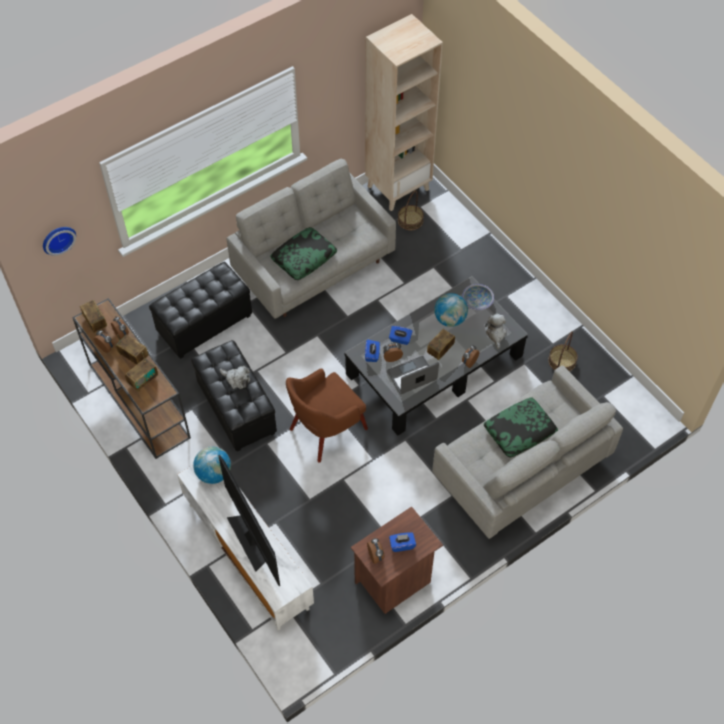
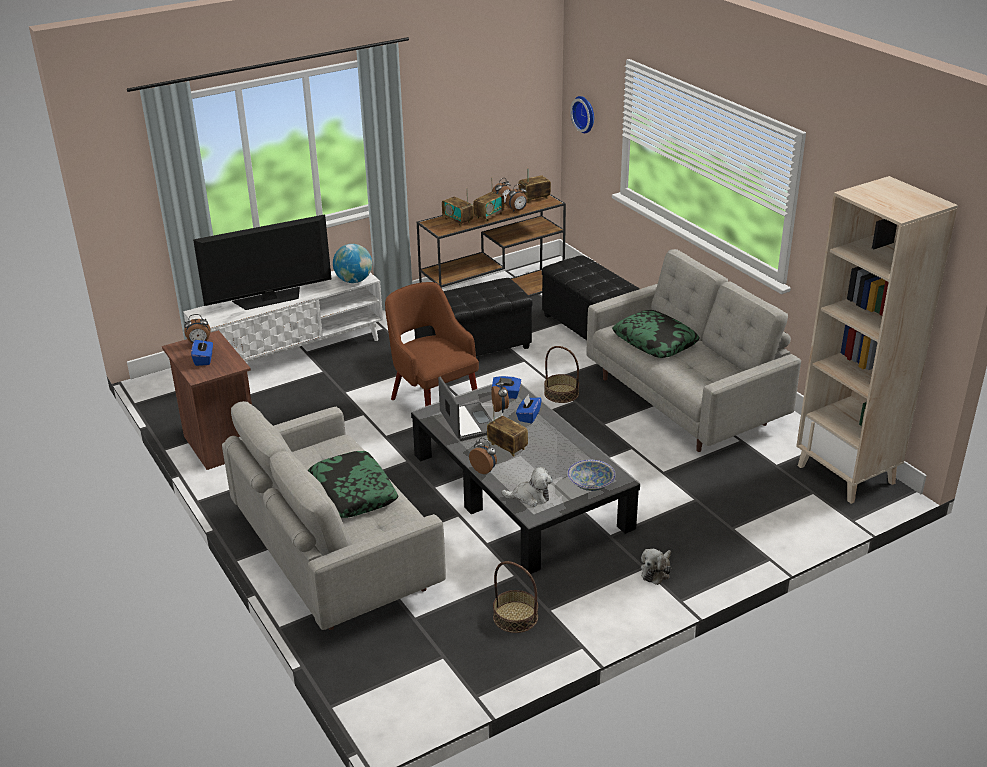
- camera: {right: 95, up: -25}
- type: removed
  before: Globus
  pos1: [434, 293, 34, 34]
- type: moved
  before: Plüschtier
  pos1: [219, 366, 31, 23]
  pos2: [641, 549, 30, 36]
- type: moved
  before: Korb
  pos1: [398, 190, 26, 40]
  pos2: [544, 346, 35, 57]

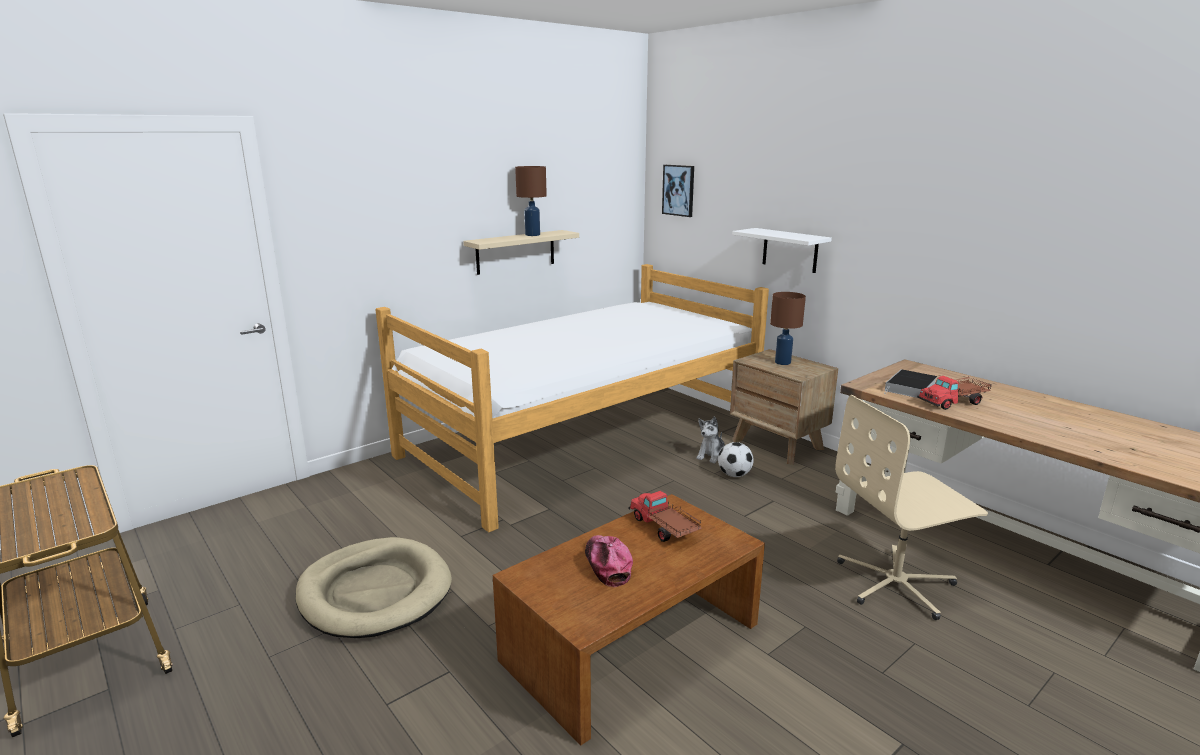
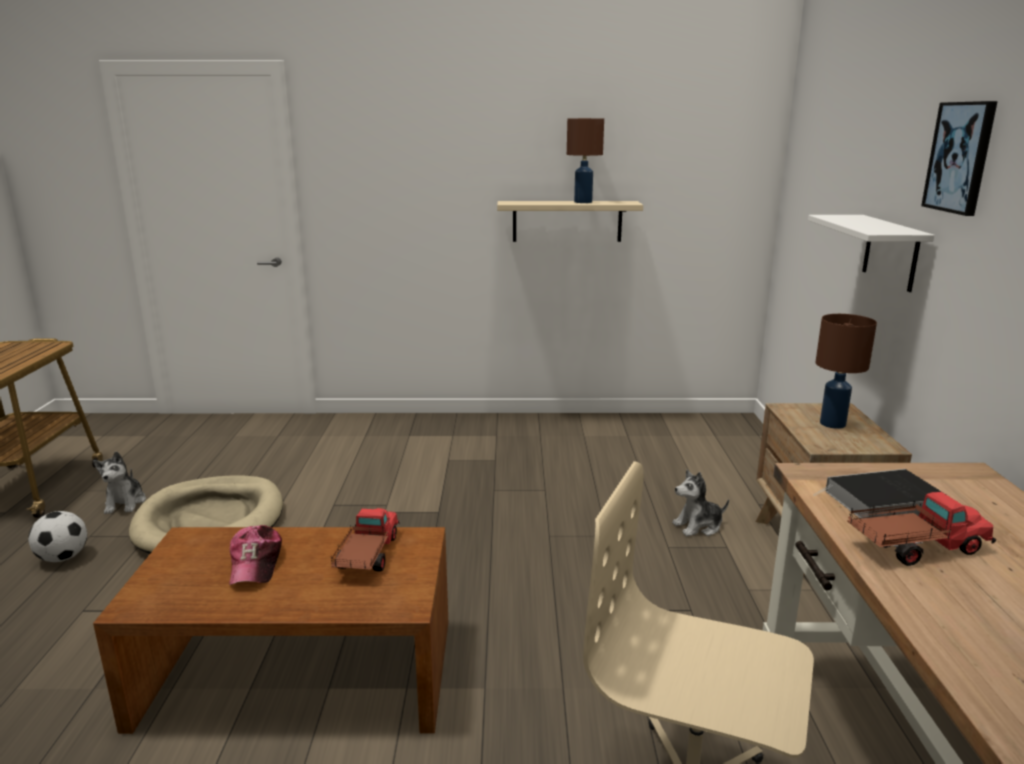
- camera: {right: 40, up: 0}
- type: removed
  before: Bett
  pos1: [375, 264, 394, 269]
- type: added
  after: Plüschtier
  pos2: [93, 451, 53, 63]
- type: moved
  before: Bild
  pos1: [662, 165, 32, 52]
  pos2: [921, 101, 77, 115]
- type: moved
  before: Fußball
  pos1: [718, 442, 36, 35]
  pos2: [28, 511, 59, 51]
- type: turned
  before: Kappe
  pos1: [585, 535, 48, 52]
  pos2: [229, 525, 53, 60]
  turn: 150
- type: turned
  before: Spielzeuglaster
  pos1: [917, 376, 74, 34]
  pos2: [847, 492, 150, 74]
  turn: 150

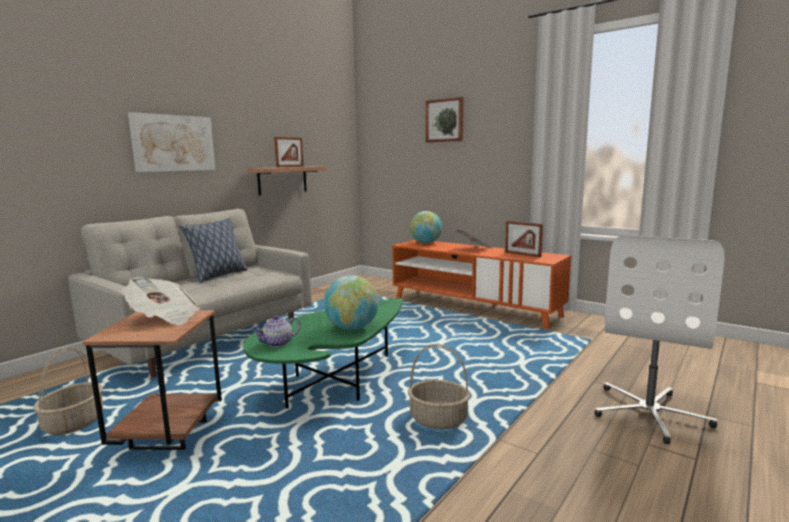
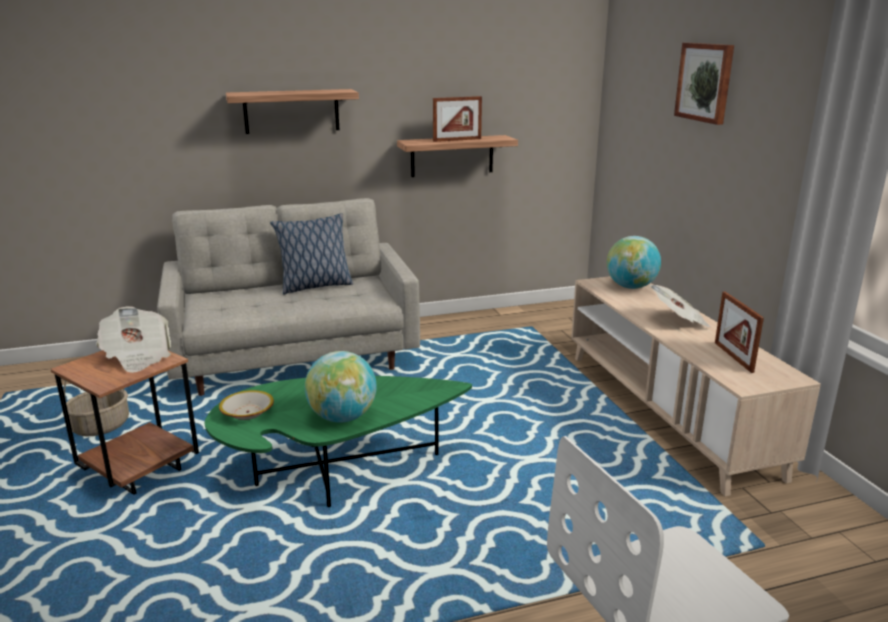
- camera: {right: 35, up: 10}
- type: removed
  before: Korb
  pos1: [408, 344, 62, 86]
- type: replaced
  before: Bild
  after: Wandregal
  pos1: [128, 112, 87, 60]
  pos2: [226, 89, 133, 45]
- type: replaced
  before: Teekanne
  after: Schüssel
  pos1: [252, 315, 49, 32]
  pos2: [219, 390, 55, 30]
- type: recoloured
  before: Fernsehschrank (orange)
  after: Fernsehschrank (beige)
  pos1: [392, 240, 179, 89]
  pos2: [571, 276, 250, 220]

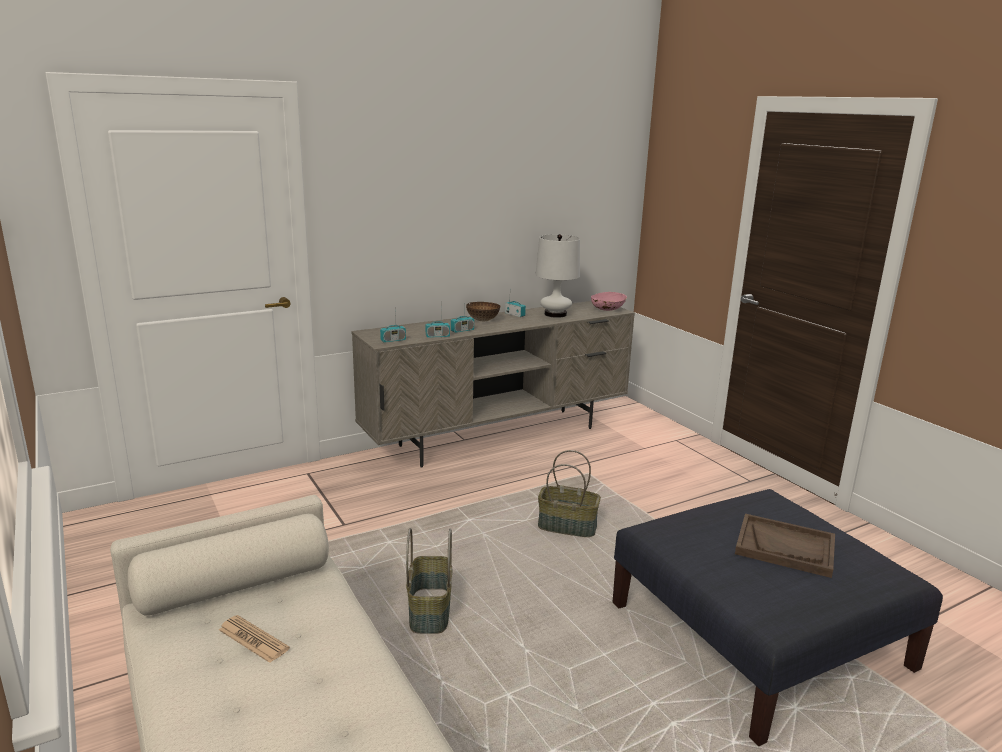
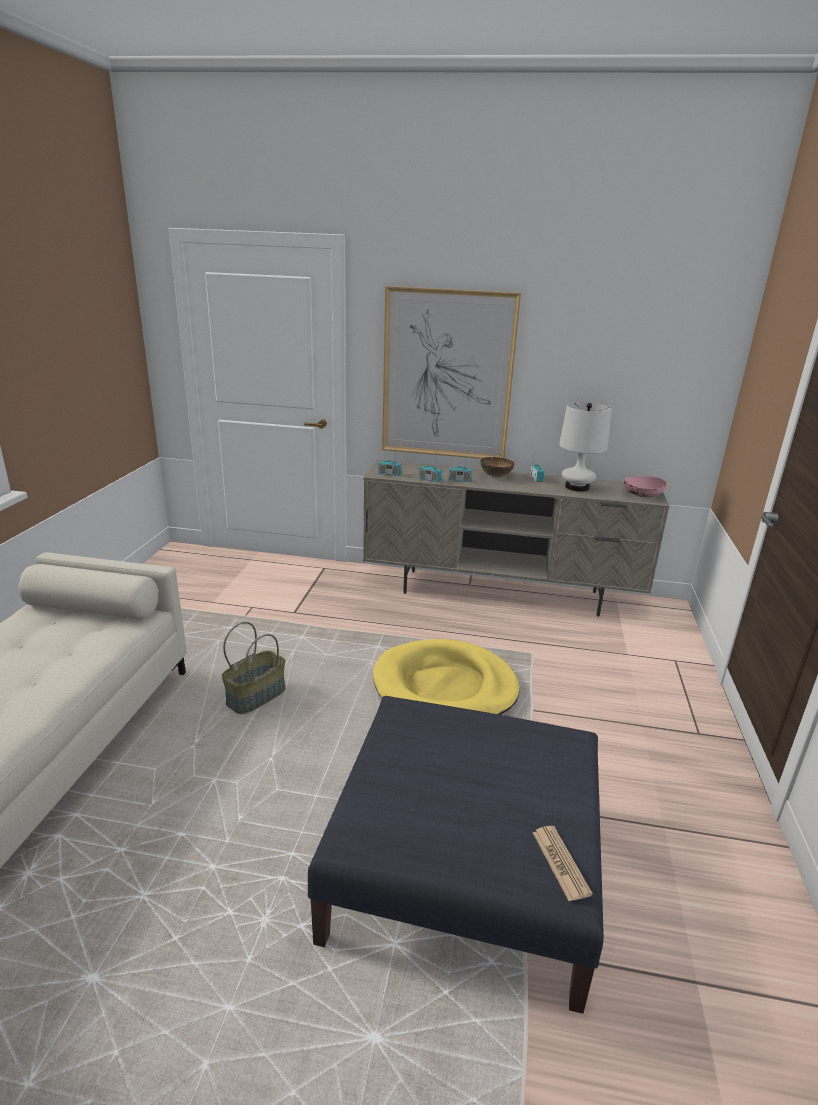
- camera: {right: 40, up: 5}
- type: removed
  before: Tablett (braun)
  pos1: [735, 514, 100, 64]
- type: added
  after: Bild
  pos2: [382, 286, 139, 173]
- type: moved
  before: Zeitung
  pos1: [219, 615, 71, 48]
  pos2: [533, 826, 60, 75]
- type: replaced
  before: Korb
  after: Hundebett (gelb)
  pos1: [538, 450, 63, 87]
  pos2: [373, 639, 147, 76]

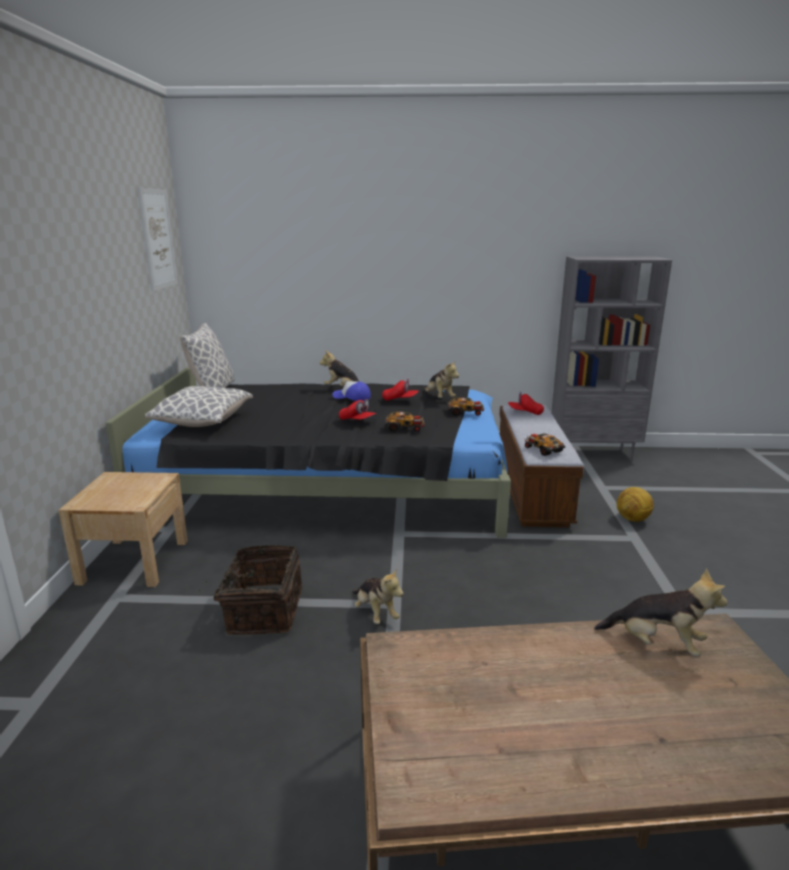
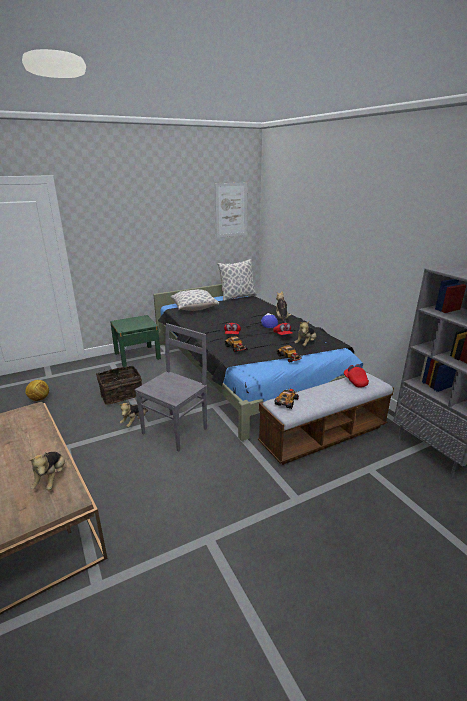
- camera: {right: 60, up: 5}
- type: added
  after: Stuhl (grau)
  pos2: [135, 323, 72, 129]
- type: moved
  before: Fußball
  pos1: [617, 487, 37, 35]
  pos2: [25, 380, 24, 21]
- type: recoloured
  before: Nachttisch (beige)
  after: Nachttisch (grün)
  pos1: [58, 472, 130, 115]
  pos2: [110, 315, 51, 52]

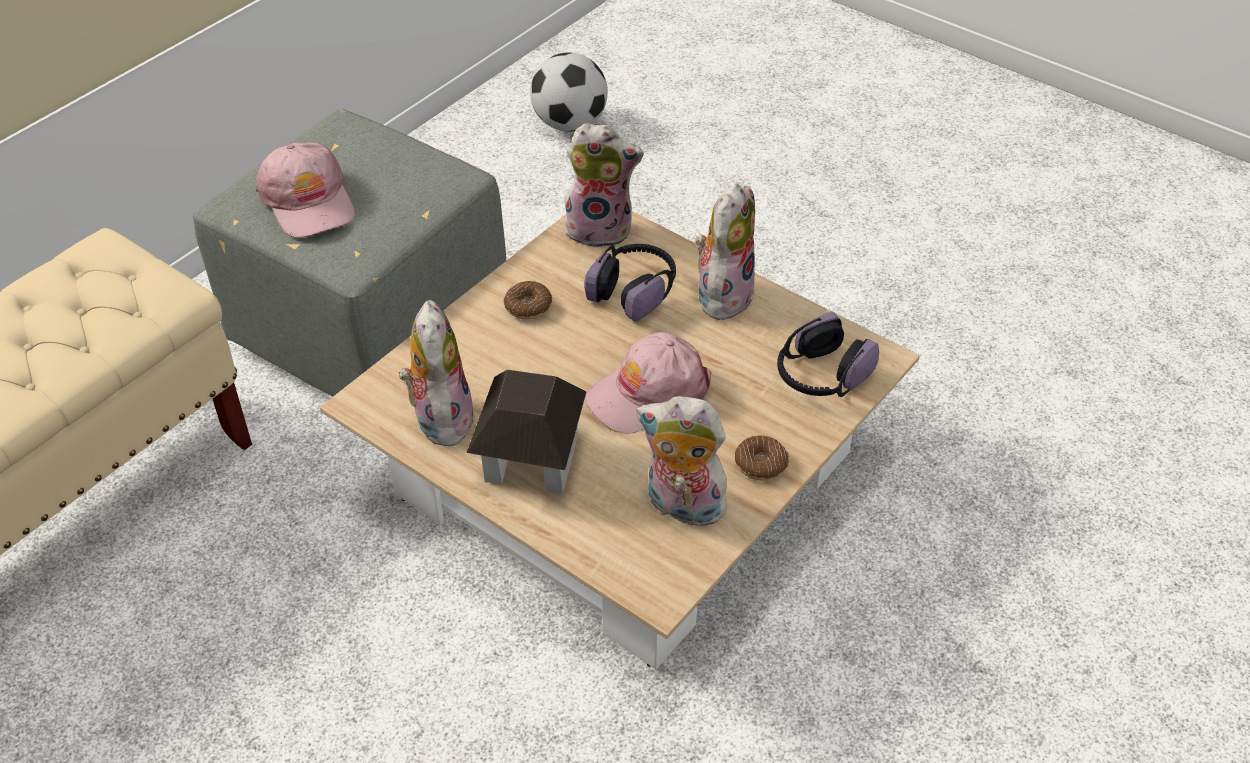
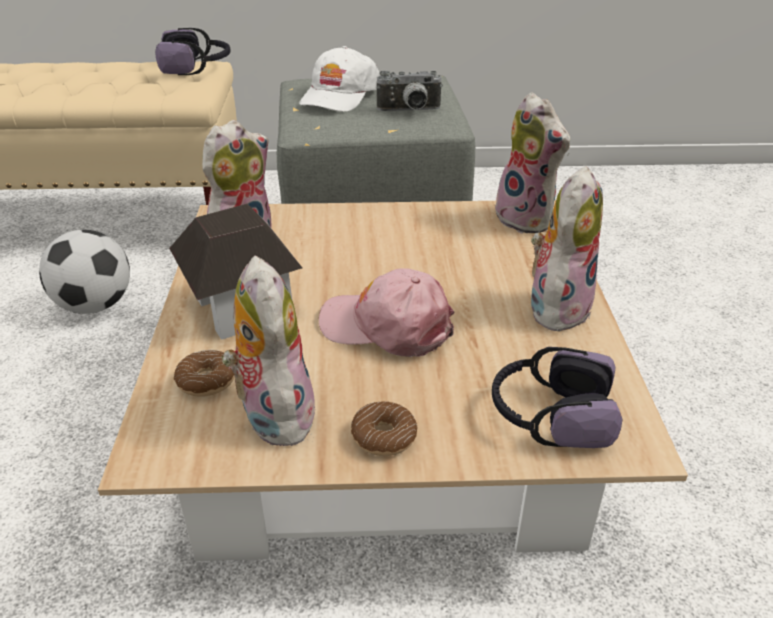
- camera: {right: 50, up: -10}
- type: added
  after: Kamera
  pos2: [376, 71, 67, 40]
- type: moved
  before: Donut
  pos1: [504, 281, 48, 38]
  pos2: [174, 350, 61, 47]
- type: moved
  before: Fußball
  pos1: [530, 53, 78, 79]
  pos2: [39, 230, 91, 84]
- type: moved
  before: Kopfhörer
  pos1: [584, 244, 92, 78]
  pos2: [155, 28, 75, 47]
- type: recoloured
  before: Kappe (rosa)
  after: Kappe (weiß)
  pos1: [256, 142, 99, 96]
  pos2: [299, 46, 81, 66]
- type: turned
  before: Plüschtier
  pos1: [695, 184, 60, 140]
  pos2: [531, 166, 72, 169]
  turn: -45

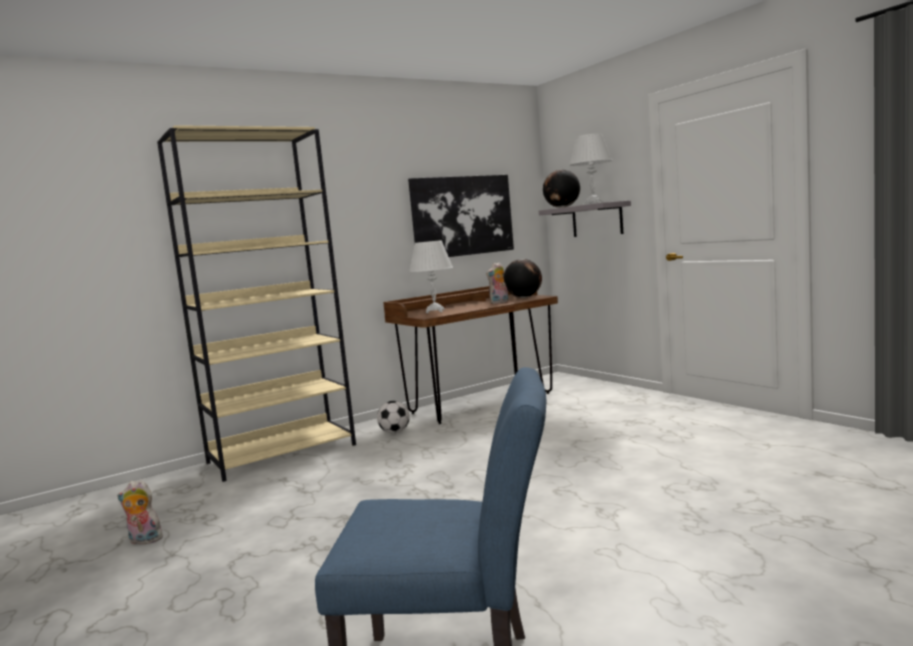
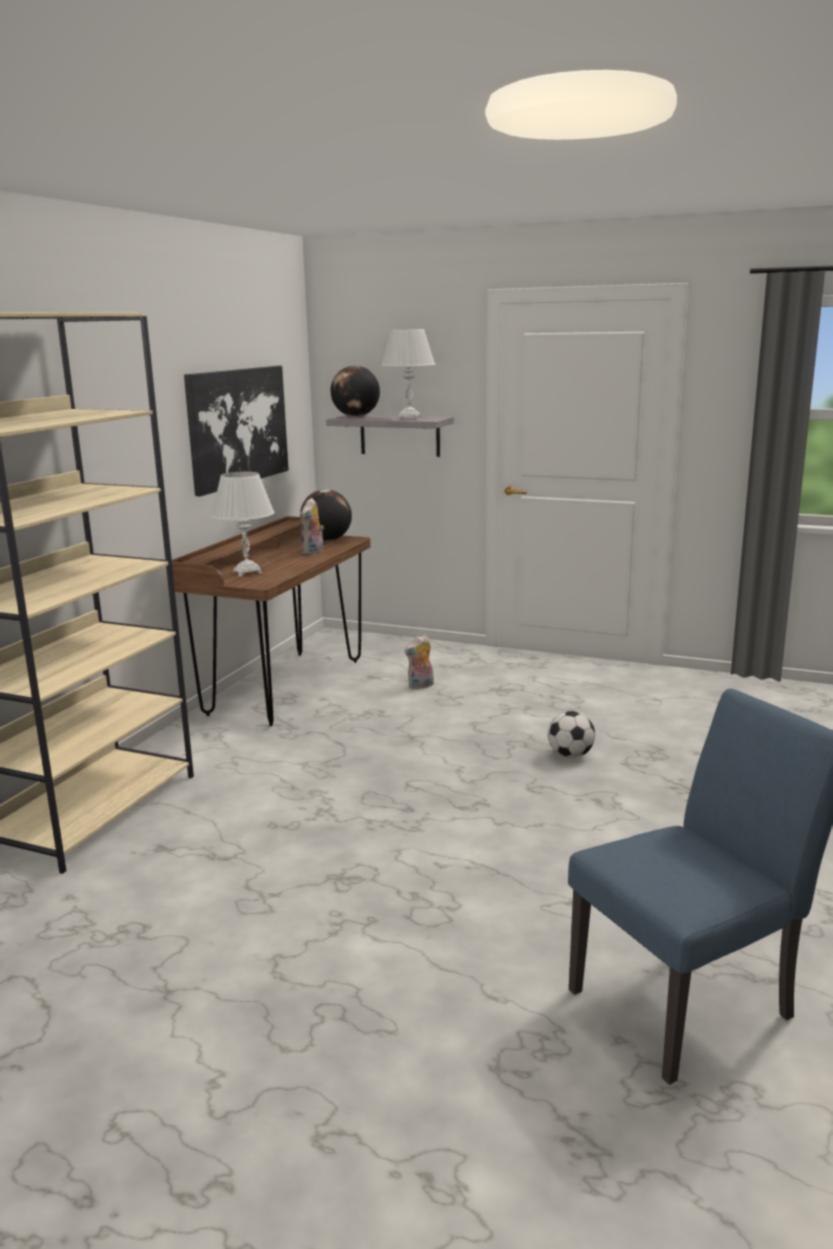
- camera: {right: -35, up: 10}
- type: moved
  before: Plüschtier
  pos1: [117, 480, 46, 65]
  pos2: [404, 635, 30, 54]
- type: moved
  before: Fußball
  pos1: [377, 401, 33, 32]
  pos2: [548, 711, 47, 47]

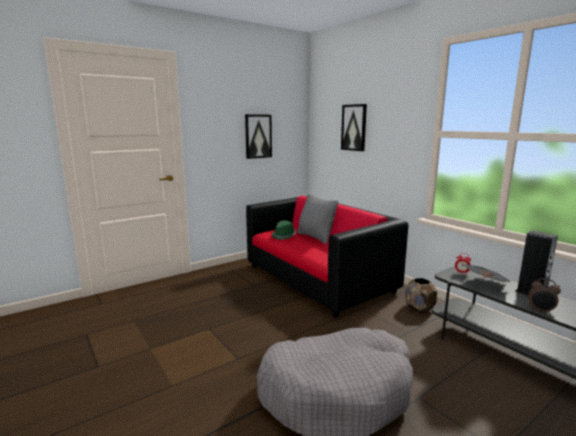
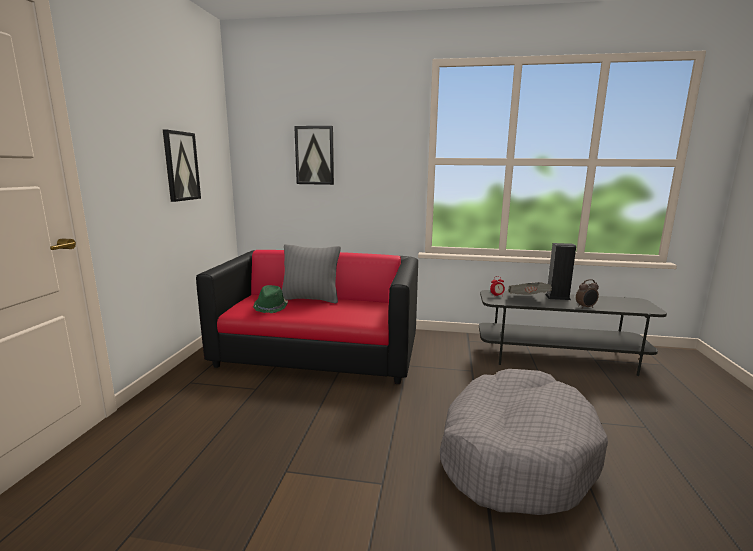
- camera: {right: -45, up: 0}
- type: removed
  before: Pflanzkübel (braun)
  pos1: [405, 278, 32, 34]

